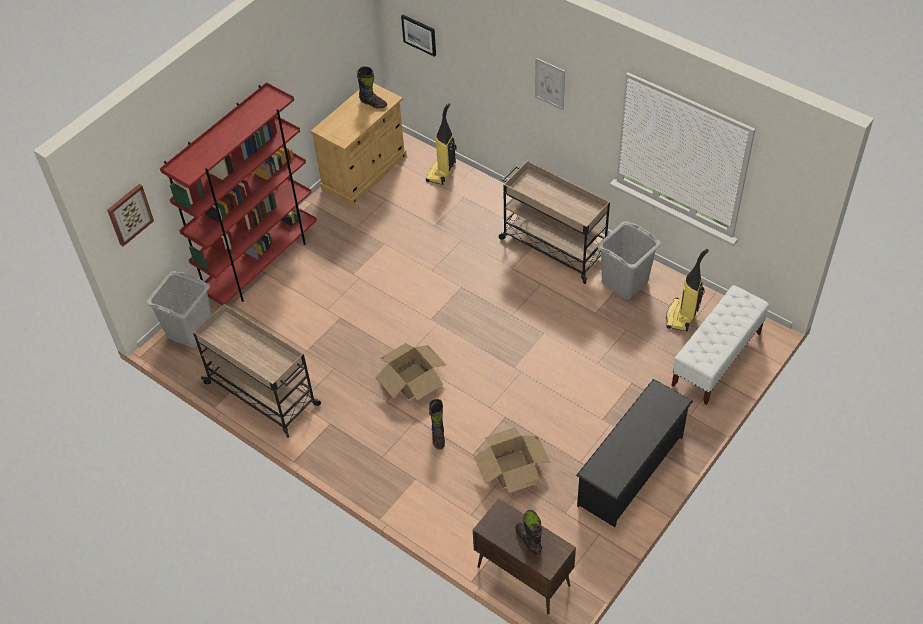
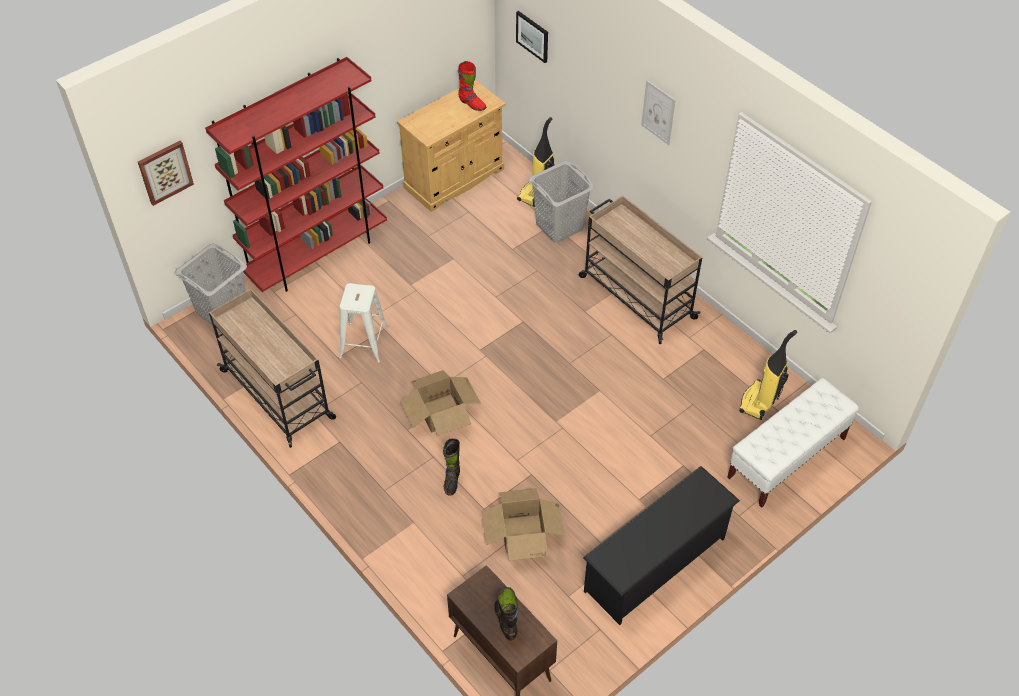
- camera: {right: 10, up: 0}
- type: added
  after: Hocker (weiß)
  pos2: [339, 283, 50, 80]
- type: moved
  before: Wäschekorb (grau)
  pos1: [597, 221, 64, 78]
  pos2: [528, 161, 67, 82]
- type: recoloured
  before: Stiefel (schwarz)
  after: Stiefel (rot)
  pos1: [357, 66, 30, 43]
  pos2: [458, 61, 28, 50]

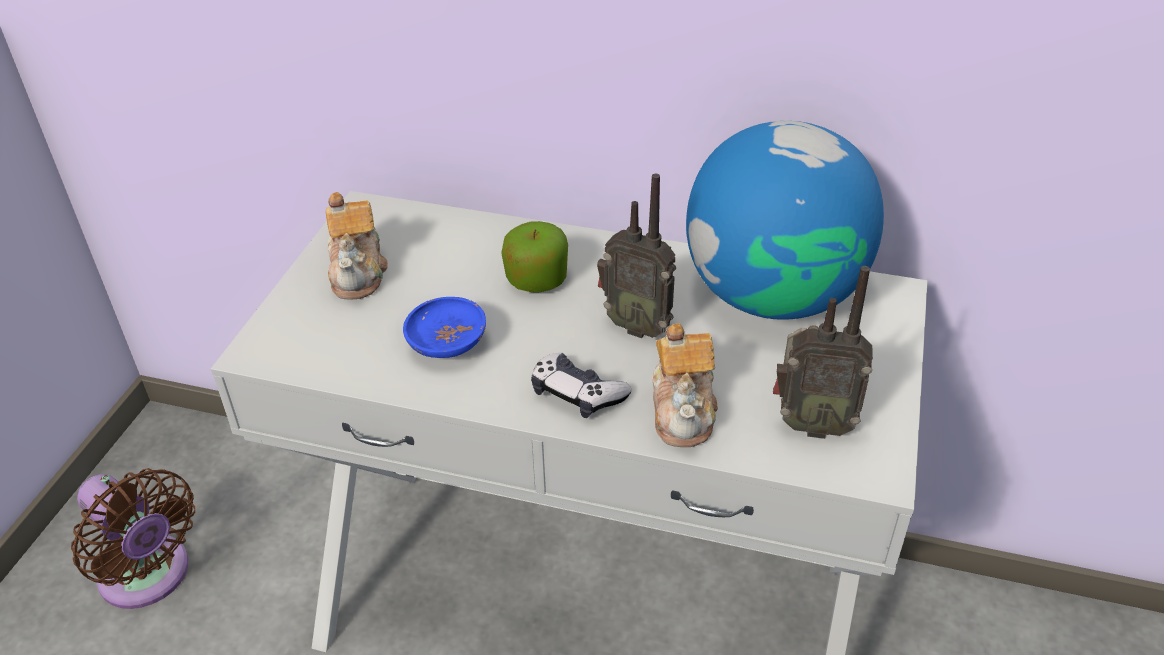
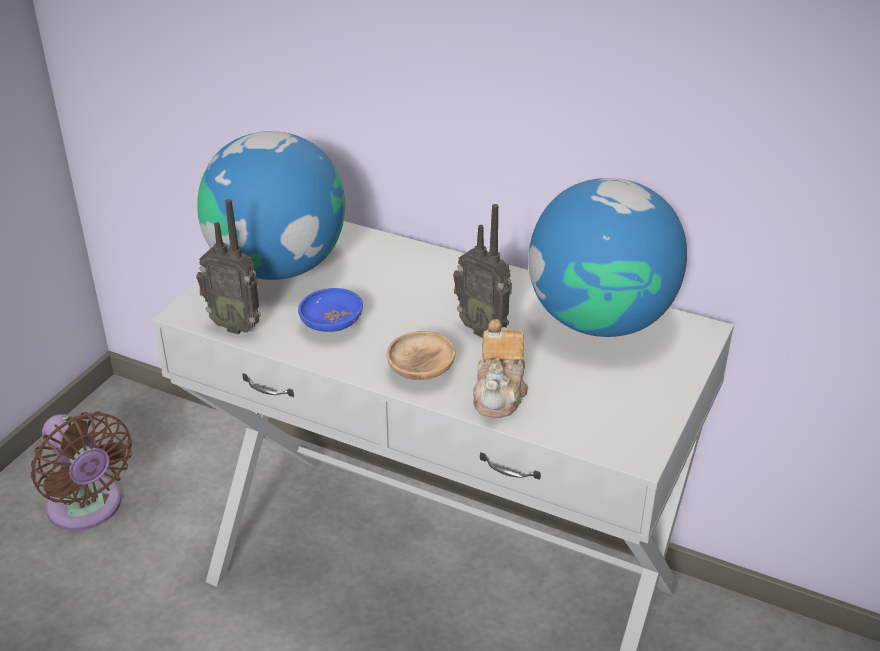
- camera: {right: 10, up: -5}
- type: removed
  before: Apfel
  pos1: [501, 221, 67, 72]
- type: moved
  before: Radio
  pos1: [773, 266, 100, 173]
  pos2: [196, 199, 65, 135]
- type: replaced
  before: Teekanne
  after: Globus
  pos1: [326, 192, 62, 107]
  pos2: [197, 131, 148, 149]
- type: replaced
  before: Gamepad
  after: Schüssel (braun)
  pos1: [531, 353, 100, 65]
  pos2: [387, 331, 68, 49]

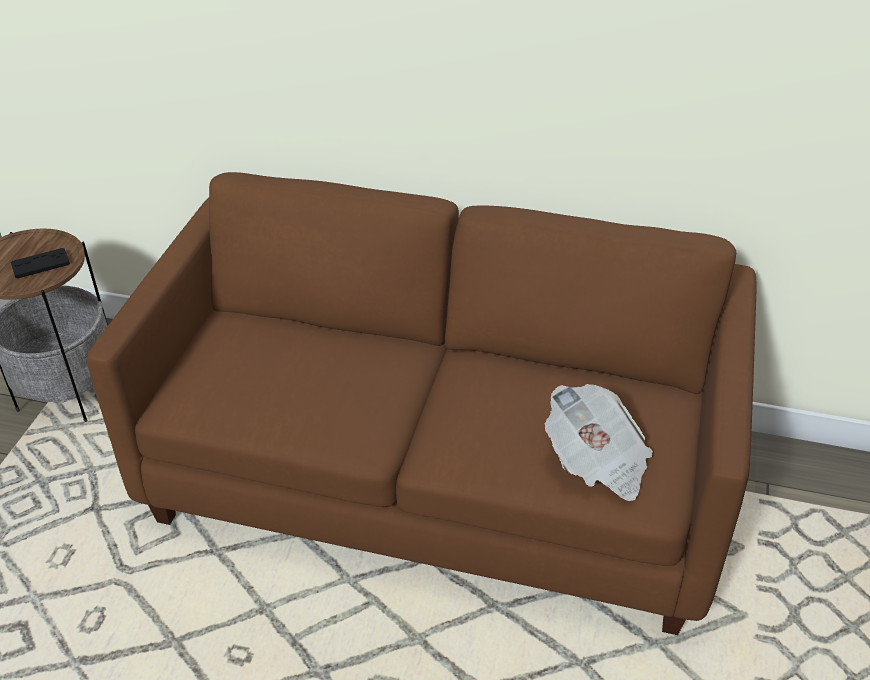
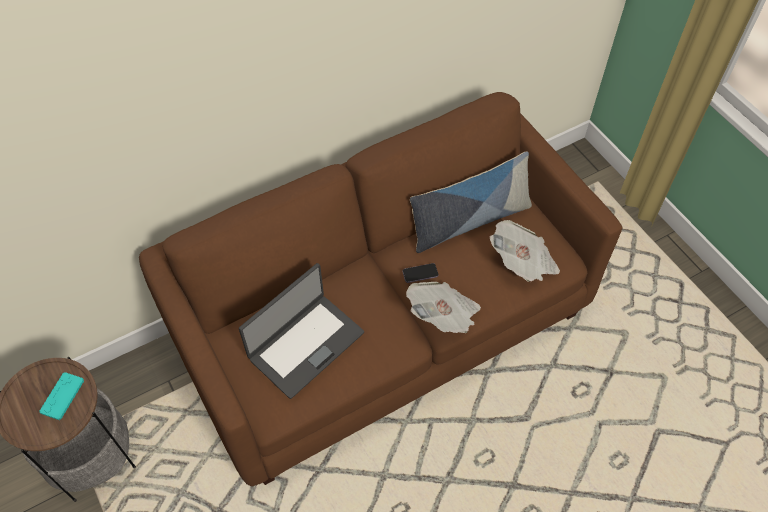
- camera: {right: -45, up: 15}
- type: added
  after: Laptop
  pos2: [239, 263, 125, 136]
- type: added
  after: Handy
  pos2: [403, 263, 36, 20]
- type: added
  after: Zeitung
  pos2: [406, 282, 75, 51]
- type: added
  after: Kissen
  pos2: [410, 151, 122, 102]
- type: recoloured
  before: Gamepad (schwarz)
  after: Gamepad (türkis)
  pos1: [11, 248, 59, 31]
  pos2: [40, 372, 44, 48]

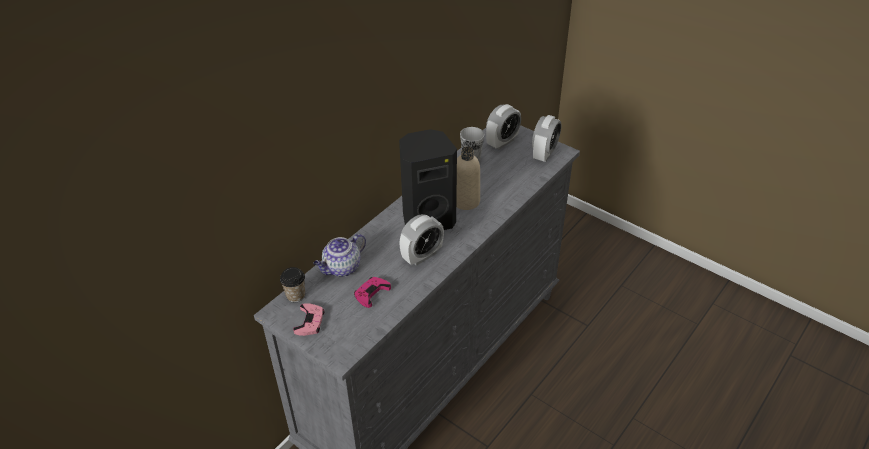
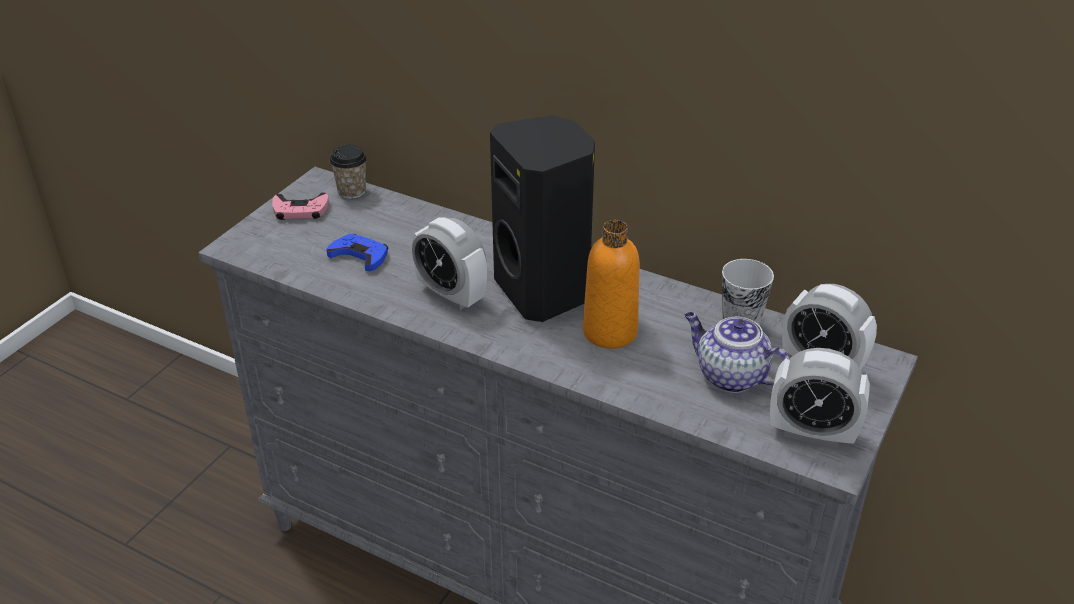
- camera: {right: 80, up: -5}
- type: moved
  before: Teekanne
  pos1: [313, 233, 53, 44]
  pos2: [684, 312, 106, 81]
- type: recoloured
  before: Gamepad (rosa)
  after: Gamepad (blau)
  pos1: [354, 277, 37, 31]
  pos2: [326, 234, 62, 37]
- type: recoloured
  before: Flasche (beige)
  after: Flasche (orange)
  pos1: [456, 146, 24, 64]
  pos2: [583, 220, 57, 129]

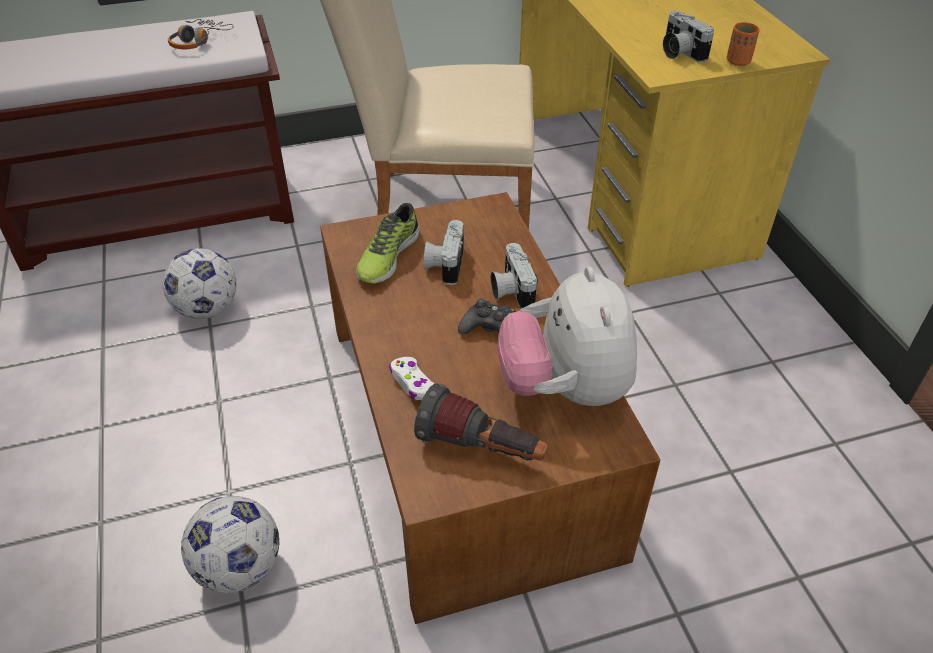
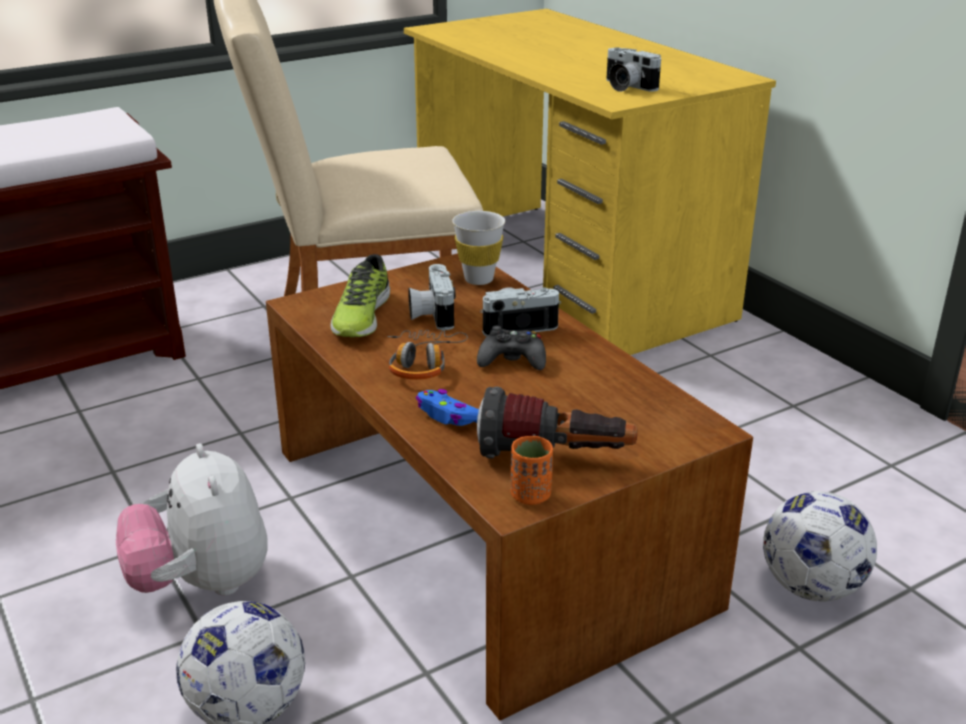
- camera: {right: -15, up: -15}
- type: added
  after: Tasse (weiß)
  pos2: [452, 211, 53, 74]
- type: moved
  before: Fußball
  pos1: [162, 248, 75, 71]
  pos2: [763, 491, 114, 110]
- type: moved
  before: Kopfhörer
  pos1: [168, 19, 66, 30]
  pos2: [387, 330, 81, 50]
- type: moved
  before: Plüschtier
  pos1: [497, 266, 140, 140]
  pos2: [116, 443, 152, 153]
- type: moved
  before: Tasse (orange)
  pos1: [727, 22, 33, 44]
  pos2: [511, 436, 42, 69]
- type: recoloured
  before: Gamepad (weiß)
  after: Gamepad (blau)
  pos1: [389, 357, 46, 43]
  pos2: [416, 389, 63, 37]
- type: turned
  before: Kamera
  pos1: [491, 243, 47, 66]
  pos2: [480, 287, 81, 50]
  turn: 105

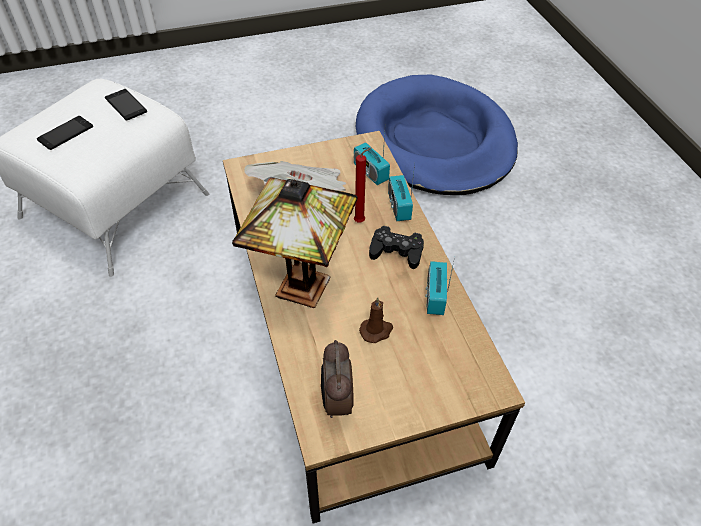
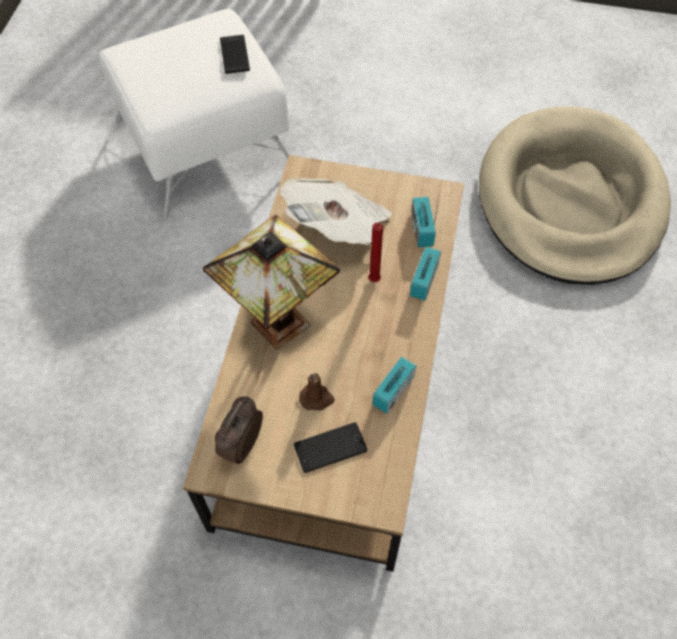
- camera: {right: 30, up: 10}
- type: removed
  before: Gamepad (schwarz)
  pos1: [369, 226, 55, 43]
- type: moved
  before: Handy
  pos1: [37, 116, 56, 34]
  pos2: [294, 422, 73, 51]
- type: recoloured
  before: Hundebett (blau)
  after: Hundebett (beige)
  pos1: [356, 74, 162, 121]
  pos2: [479, 107, 192, 178]

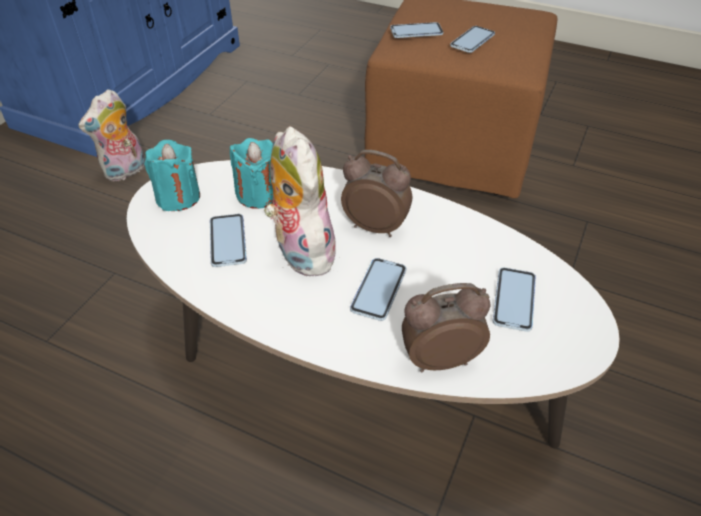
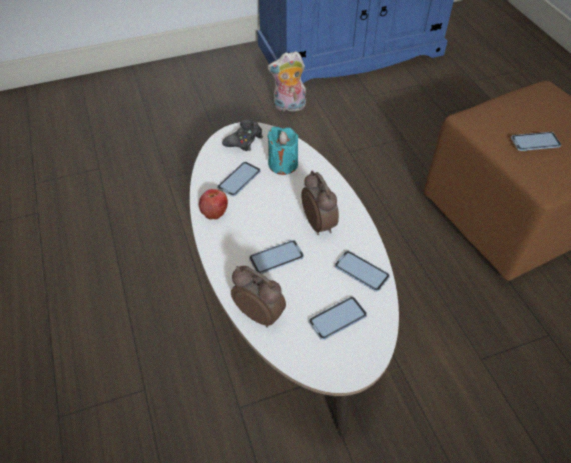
- camera: {right: 45, up: 5}
- type: removed
  before: Plüschtier
  pos1: [264, 126, 74, 150]
- type: added
  after: Apfel
  pos2: [199, 189, 29, 31]
- type: moved
  before: Handy
  pos1: [390, 22, 53, 16]
  pos2: [335, 251, 55, 41]
- type: replaced
  before: Kerze (türkis)
  after: Gamepad (schwarz)
  pos1: [144, 140, 56, 71]
  pos2: [222, 120, 41, 31]

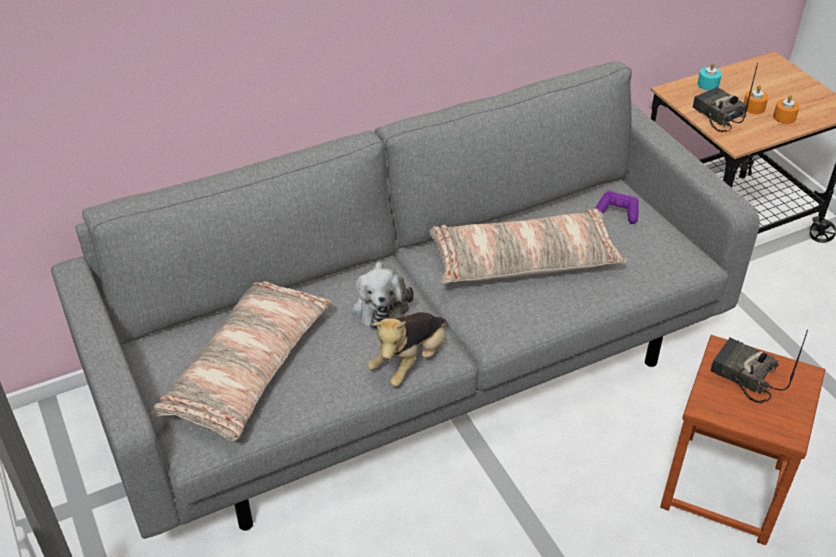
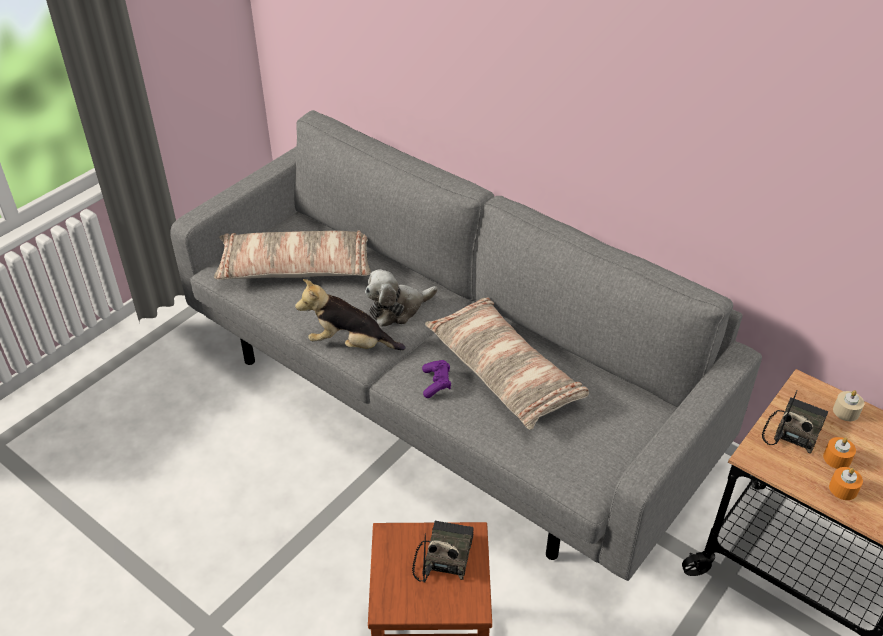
- camera: {right: 65, up: 0}
- type: moved
  before: Gamepad (lila)
  pos1: [596, 191, 43, 33]
  pos2: [422, 360, 29, 38]
- type: recoloured
  before: Kerze (türkis)
  after: Kerze (beige)
  pos1: [697, 62, 25, 28]
  pos2: [833, 391, 32, 30]

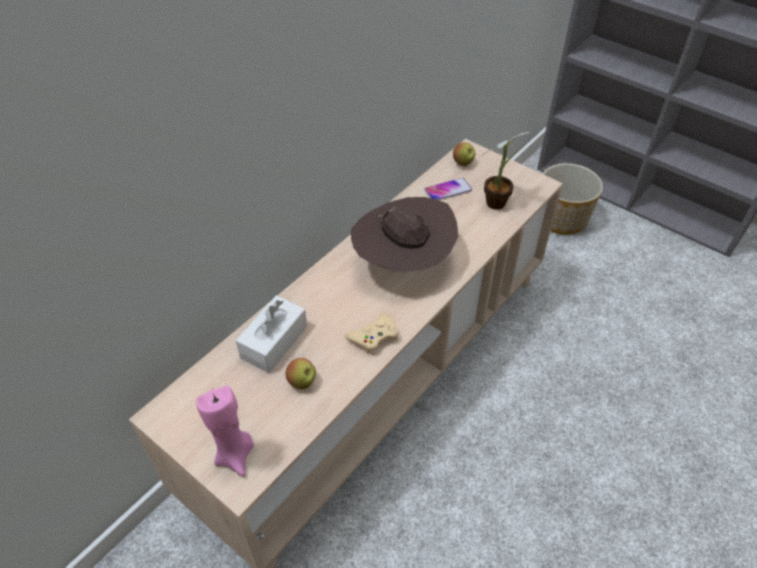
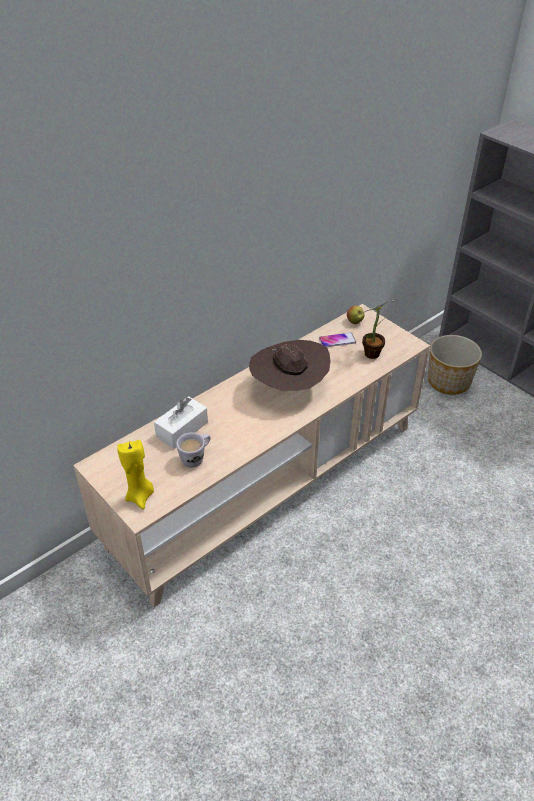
- camera: {right: 10, up: -5}
- type: removed
  before: Gamepad (beige)
  pos1: [345, 313, 54, 42]
- type: replaced
  before: Apfel
  after: Henkelbecher (weiß)
  pos1: [286, 358, 30, 31]
  pos2: [176, 432, 35, 36]
- type: recoloured
  before: Kerze (rosa)
  after: Kerze (gelb)
  pos1: [196, 386, 58, 91]
  pos2: [117, 440, 37, 69]

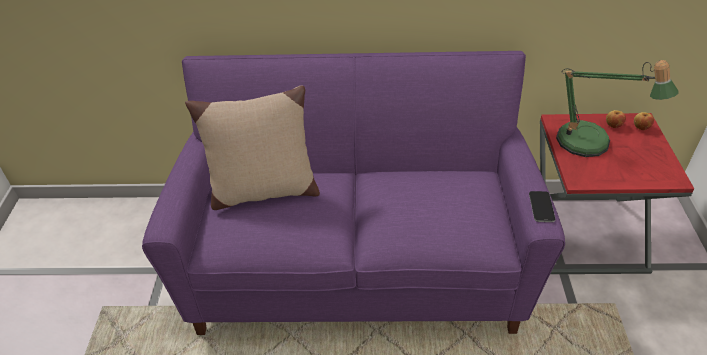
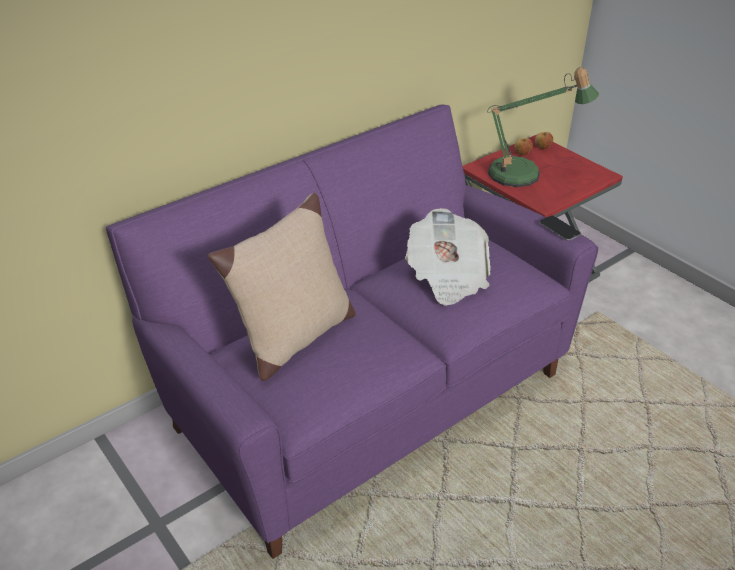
- camera: {right: -40, up: -5}
- type: added
  after: Zeitung
  pos2: [405, 208, 86, 98]

